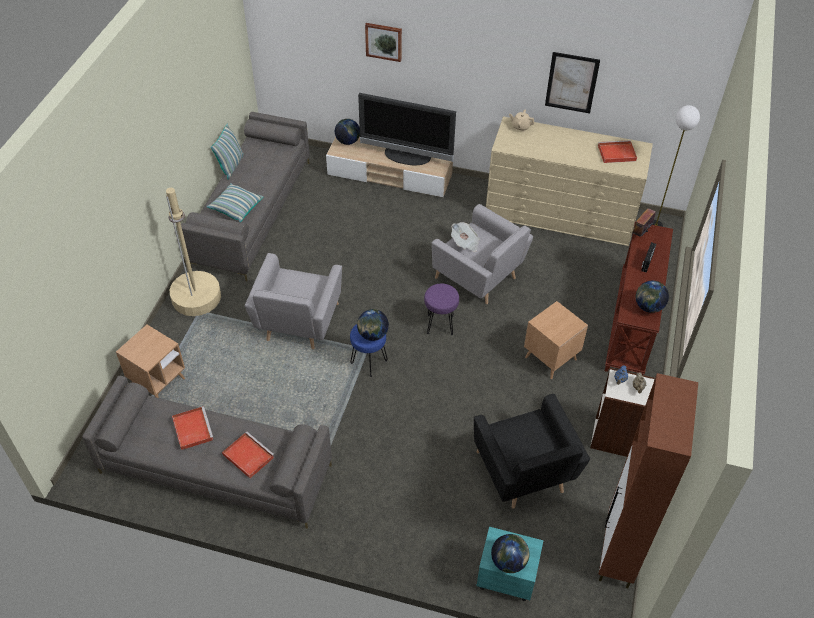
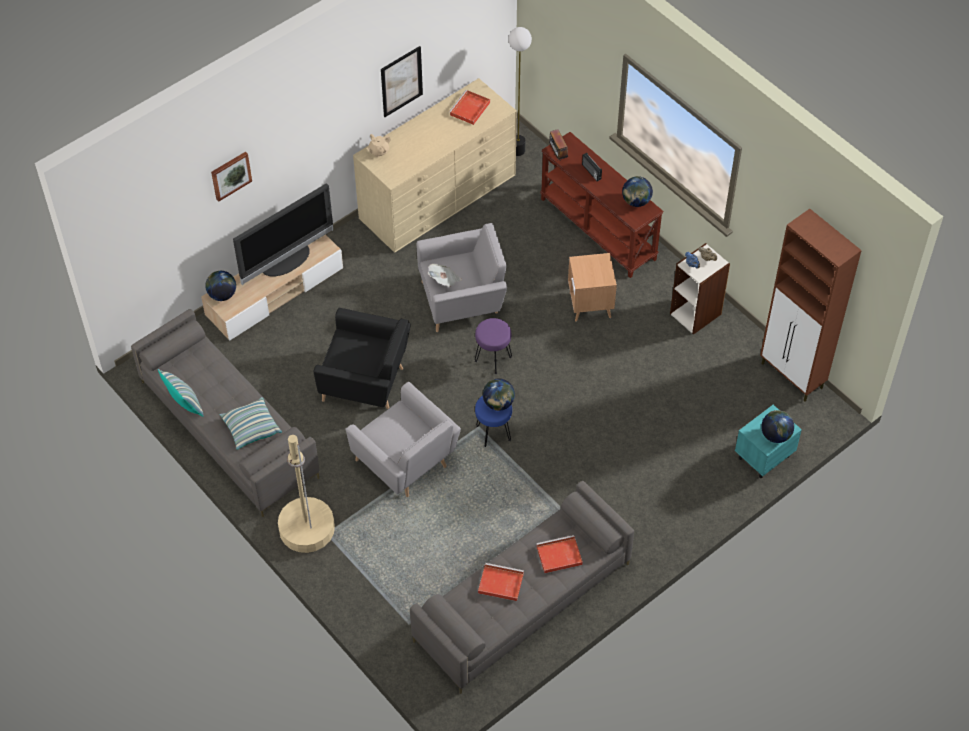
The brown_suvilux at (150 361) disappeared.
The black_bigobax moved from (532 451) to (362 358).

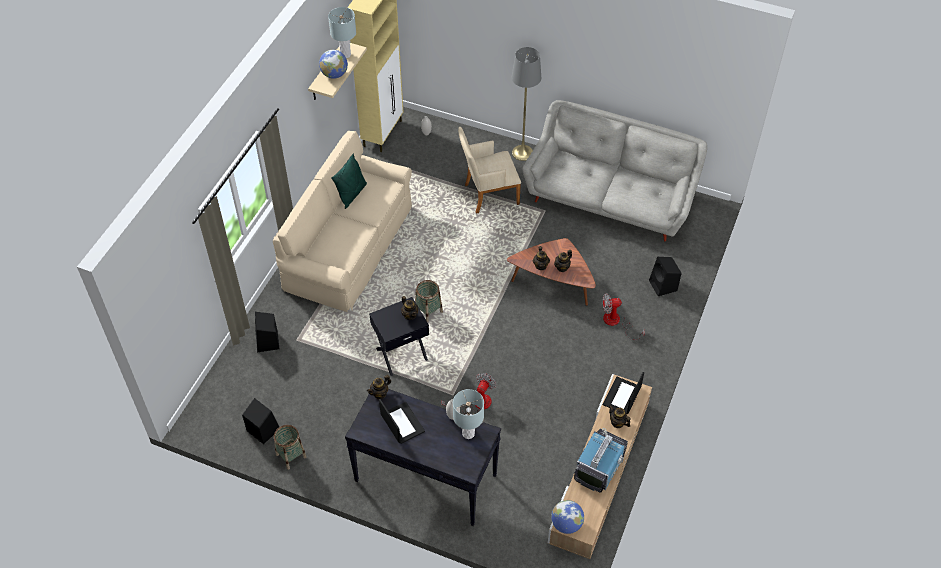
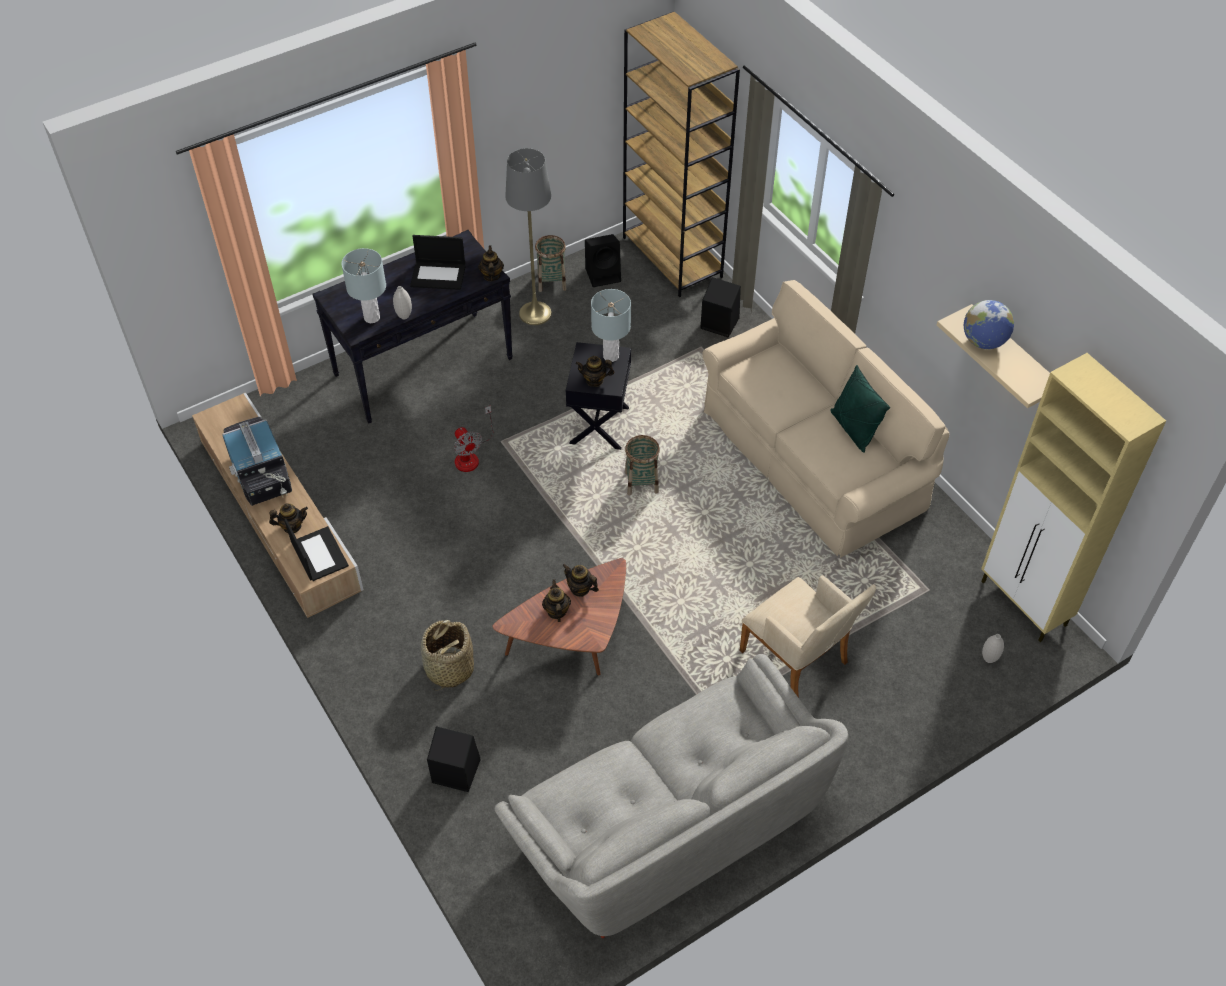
The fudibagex at (567 517) disappeared.
The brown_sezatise at (681 154) appeared.
The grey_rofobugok moved from (342 32) to (611 325).
The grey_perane moved from (526 104) to (528 236).
The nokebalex at (624 316) was replaced by the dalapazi at (447 655).
The beige_bigobax at (489 170) turned 120 degrees clockwise.

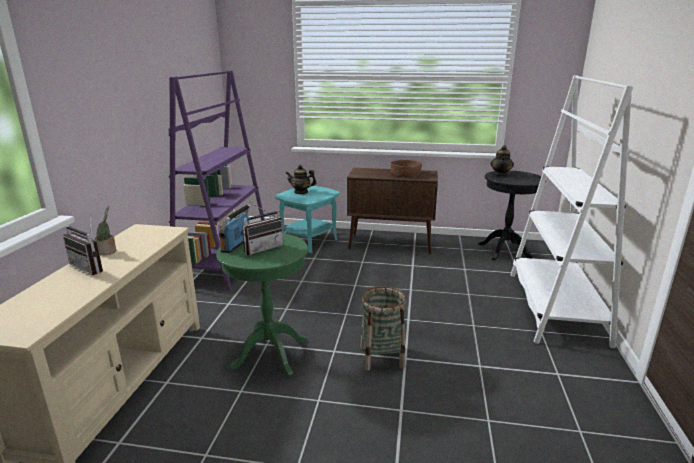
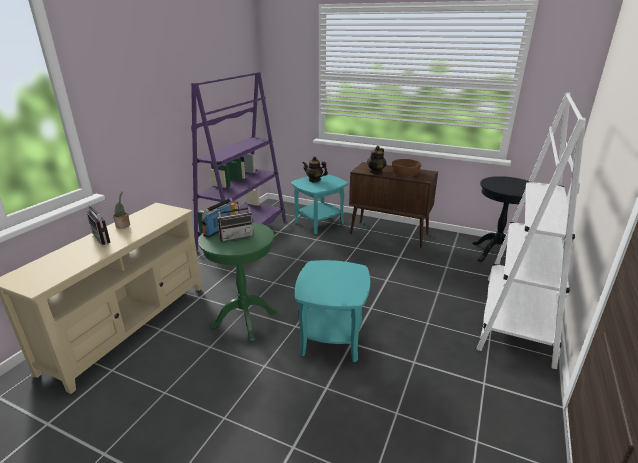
The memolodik moved from (502 161) to (376 160).
The dalapazi at (383 328) was replaced by the turquoise_suvilux at (332 311).

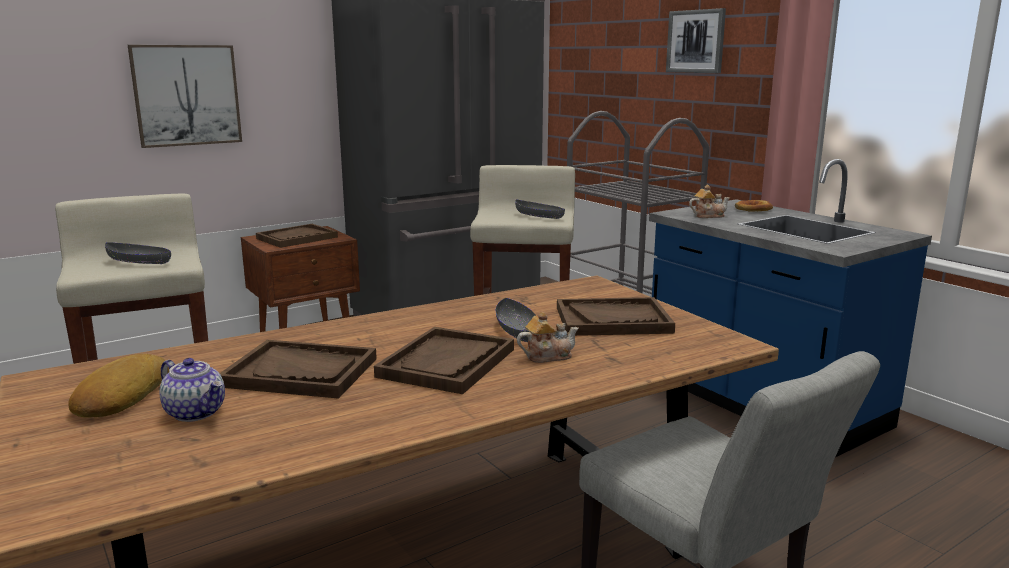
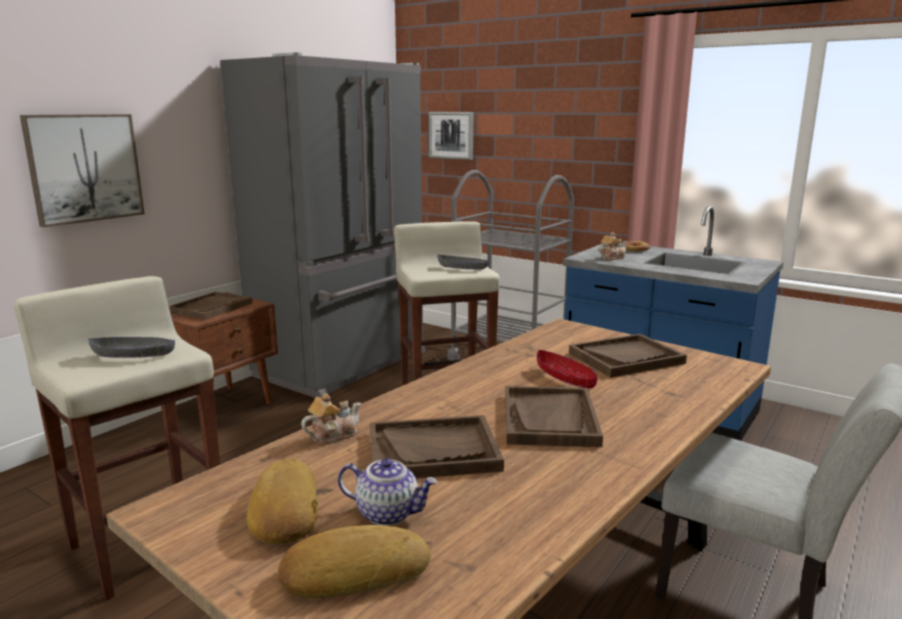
The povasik at (354 561) appeared.
The memolodik moved from (548 337) to (331 419).
The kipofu moved from (696 40) to (450 136).
The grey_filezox at (516 320) became the red_filezox at (567 369).

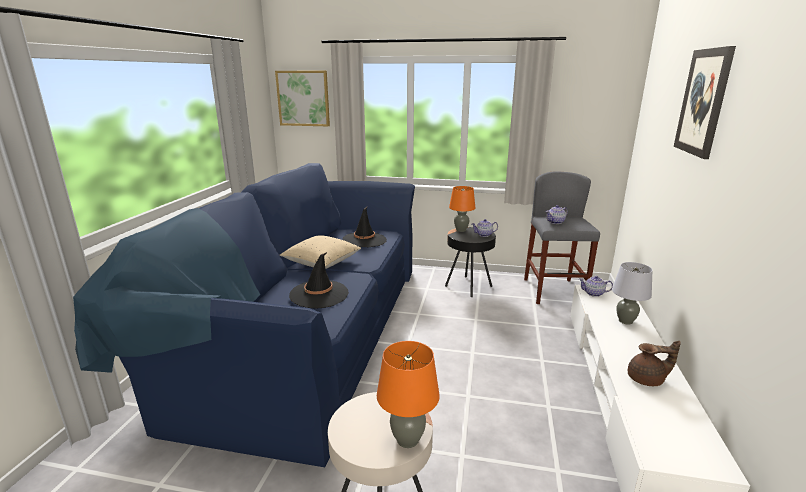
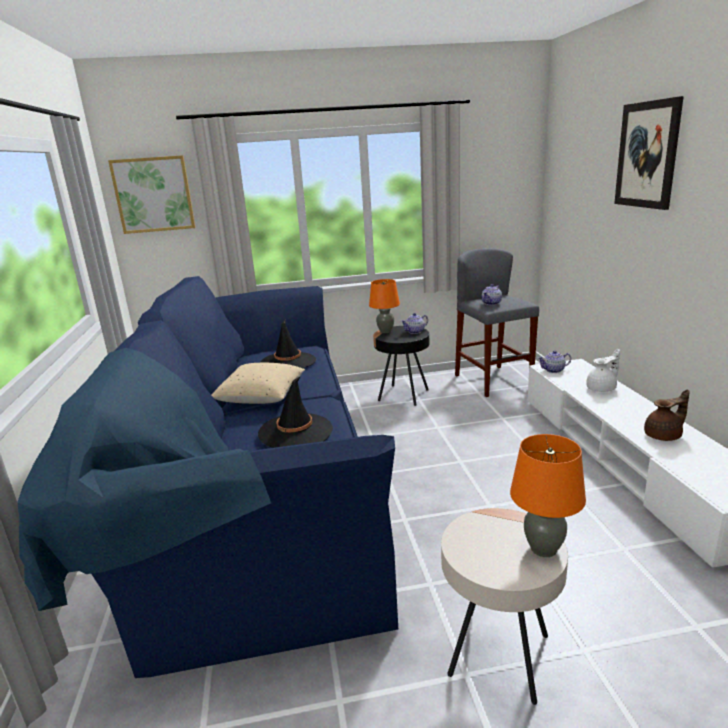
The grey_rofobugok at (632 293) was replaced by the white_memolodik at (603 370).

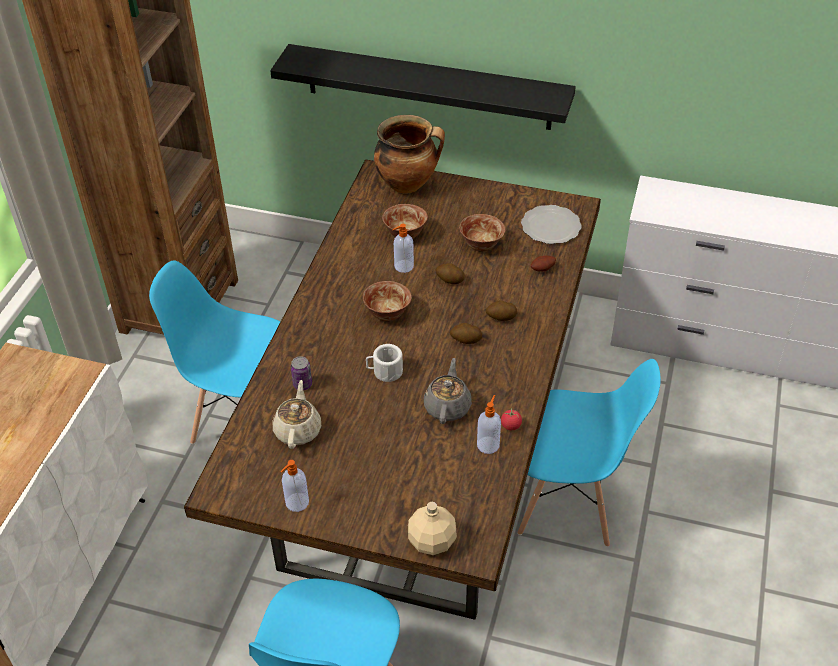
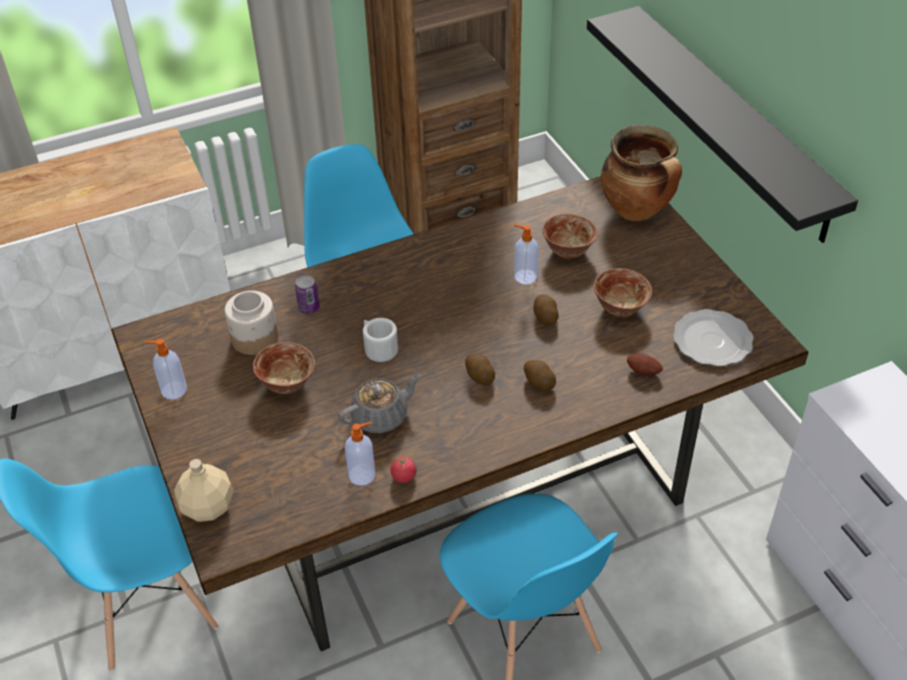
The filezox moved from (387 301) to (284 368).
The beige_memolodik at (297 414) was replaced by the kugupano at (251 323).

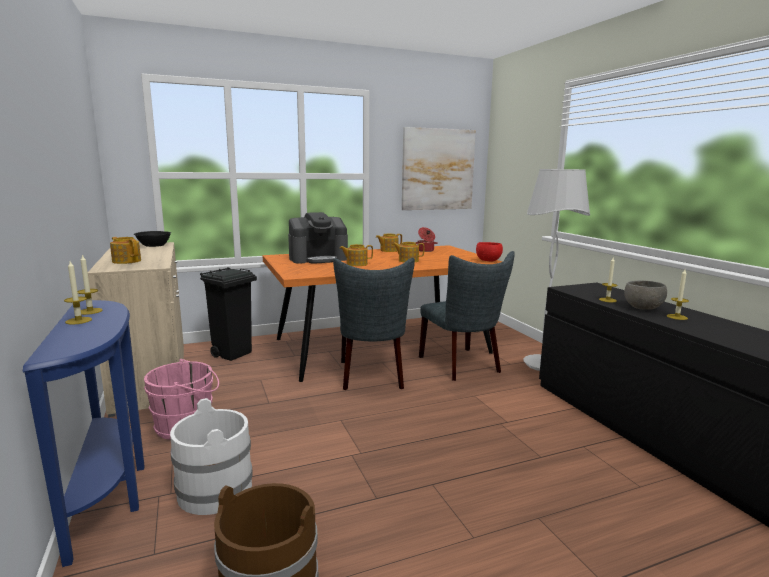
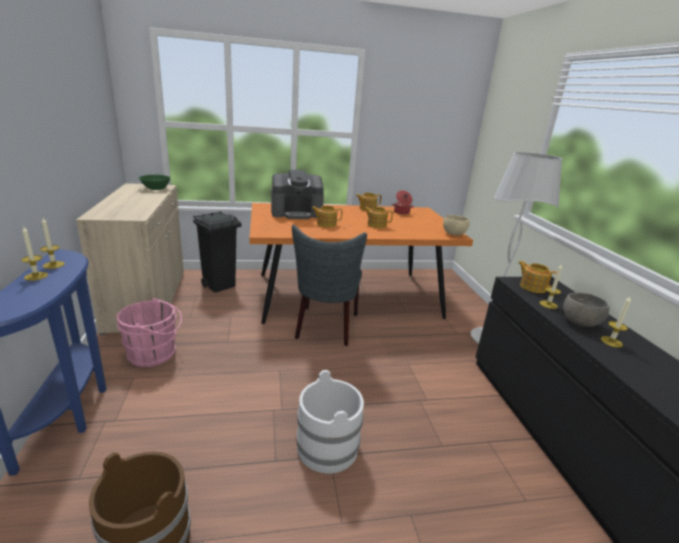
The kipofu at (439 168) disappeared.
The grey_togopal at (467 316) disappeared.
The memolodik moved from (125 250) to (537 277).
The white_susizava moved from (211 456) to (330 422).
The black_filezox at (152 239) became the green_filezox at (155 182).
The red_filezox at (489 251) became the beige_filezox at (456 225).

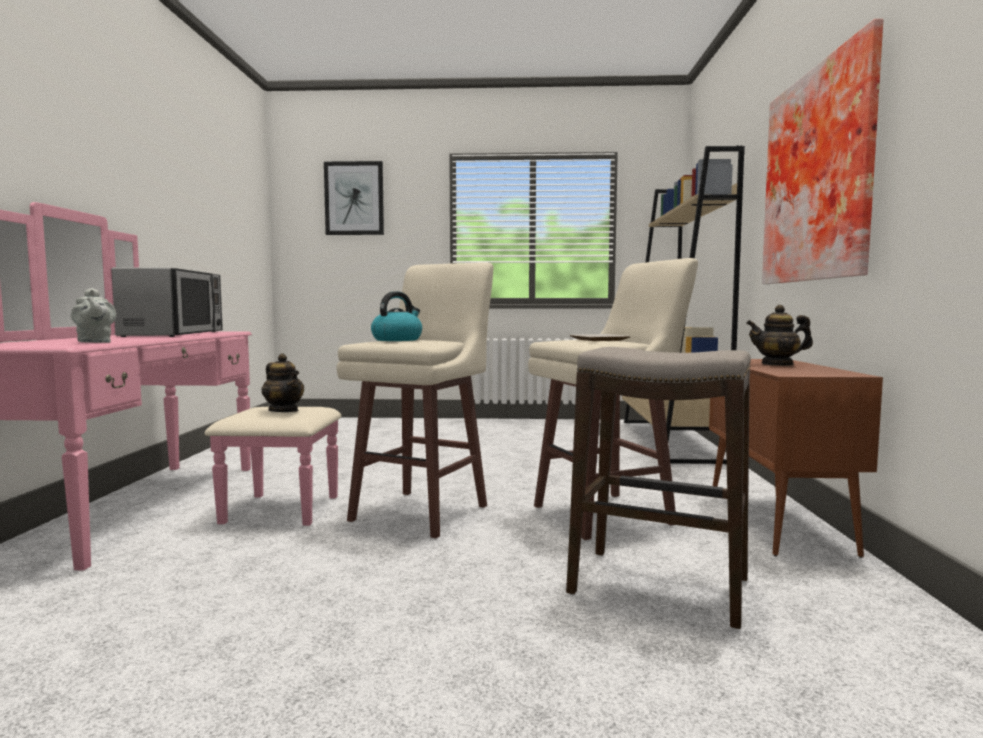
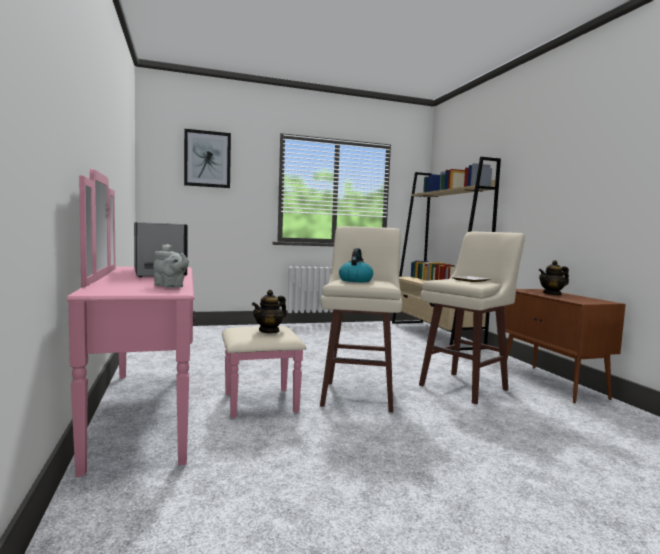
The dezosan at (658 488) disappeared.
The kipofu at (822 151) disappeared.
The memolodik at (283 383) turned 105 degrees clockwise.

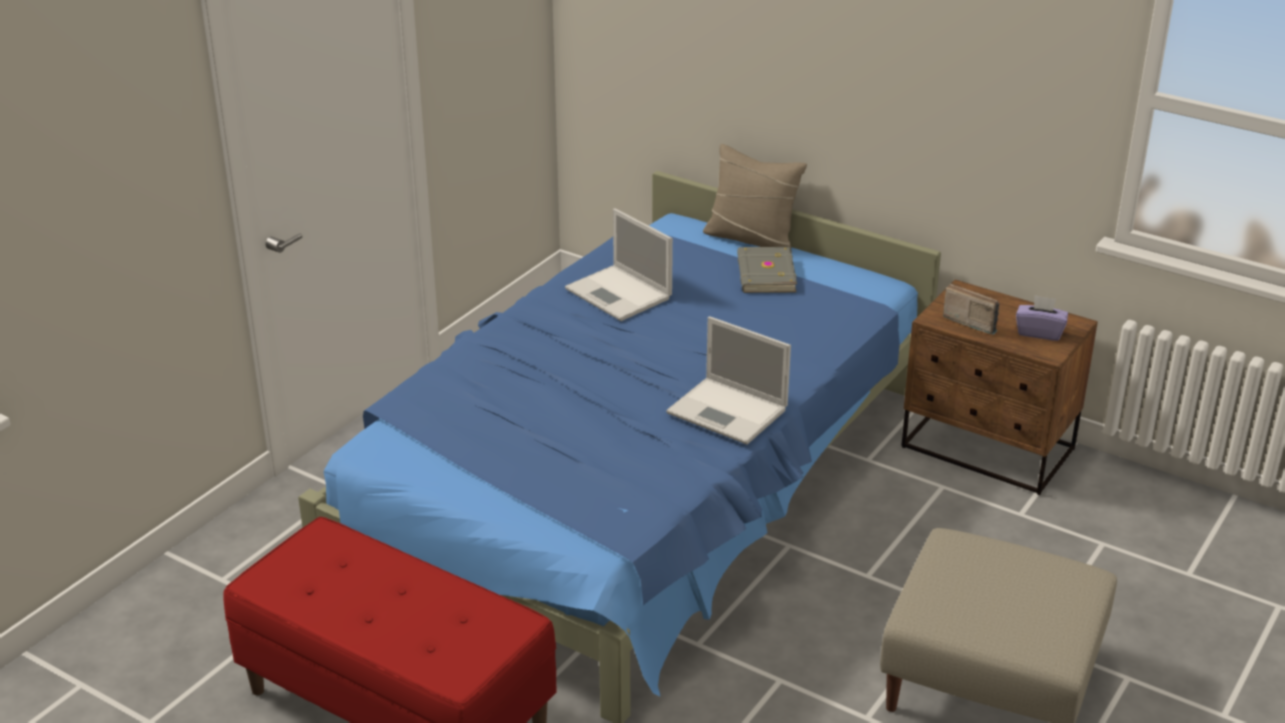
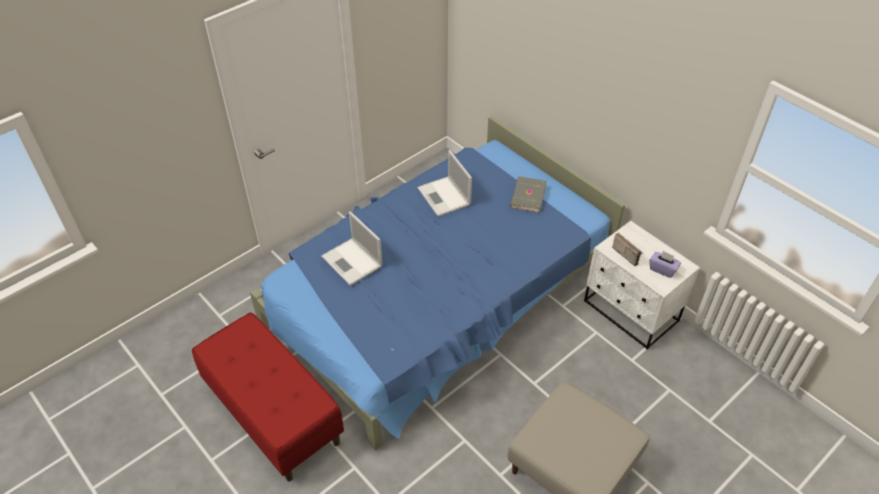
The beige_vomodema at (755 198) disappeared.
The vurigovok moved from (728 380) to (352 249).
The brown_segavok at (999 387) became the white_segavok at (642 285).

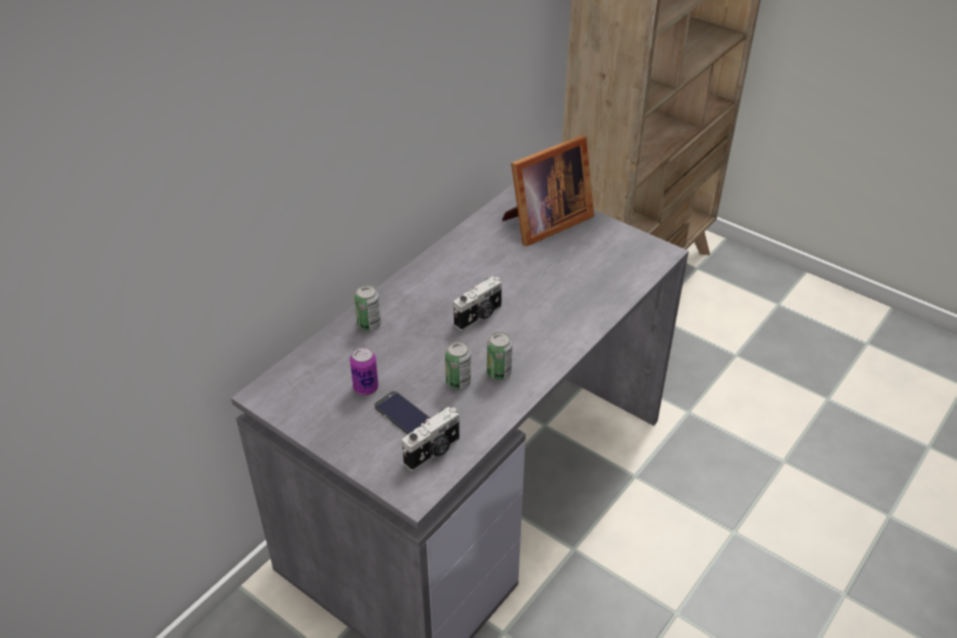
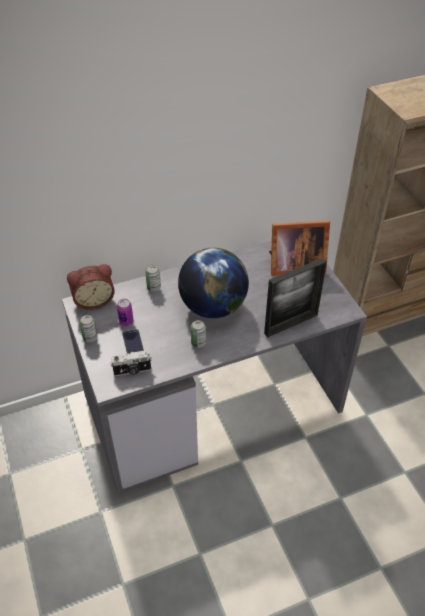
The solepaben at (91 287) appeared.
The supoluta at (295 298) appeared.
The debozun moved from (458 365) to (88 329).
The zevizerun at (478 303) was replaced by the fudibagex at (213 283).

